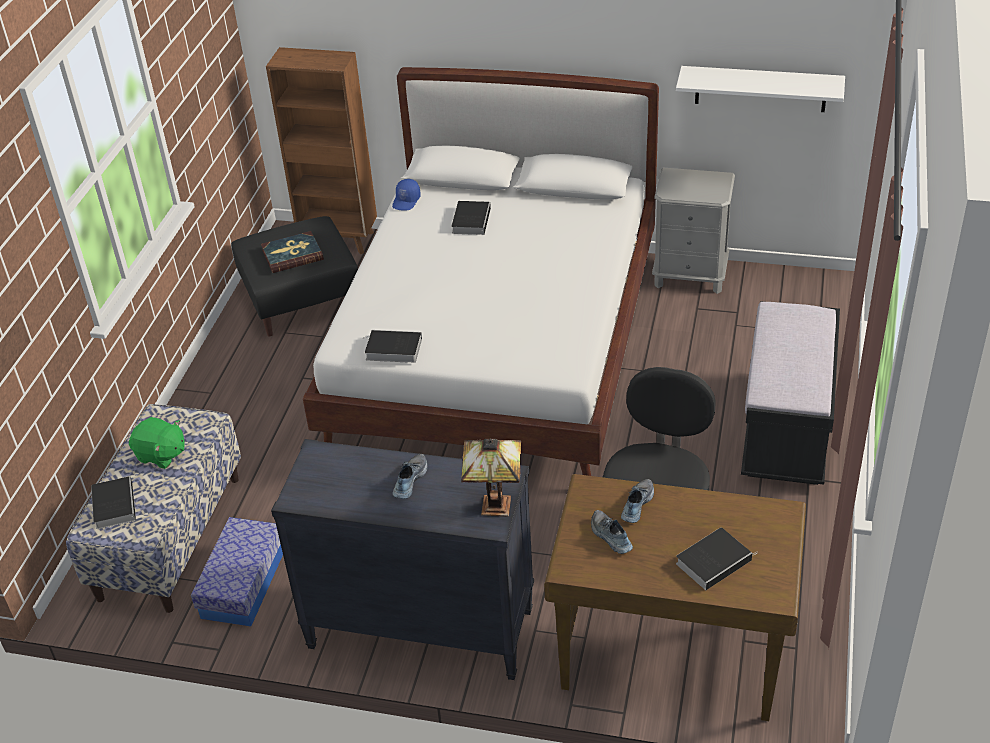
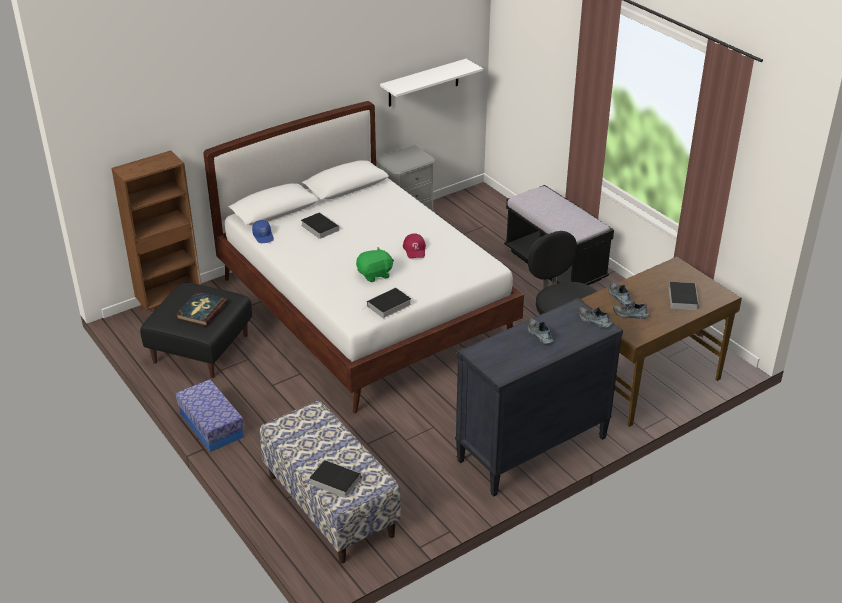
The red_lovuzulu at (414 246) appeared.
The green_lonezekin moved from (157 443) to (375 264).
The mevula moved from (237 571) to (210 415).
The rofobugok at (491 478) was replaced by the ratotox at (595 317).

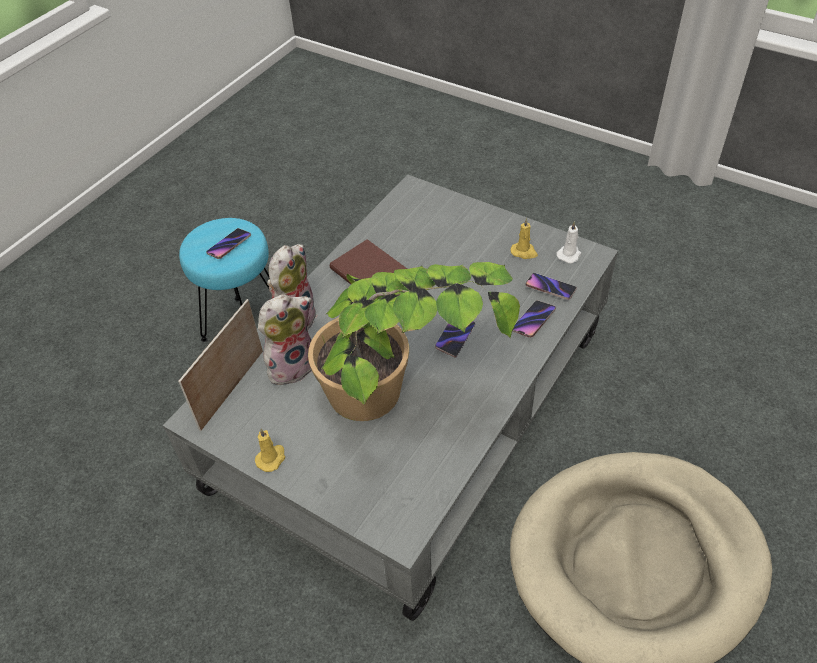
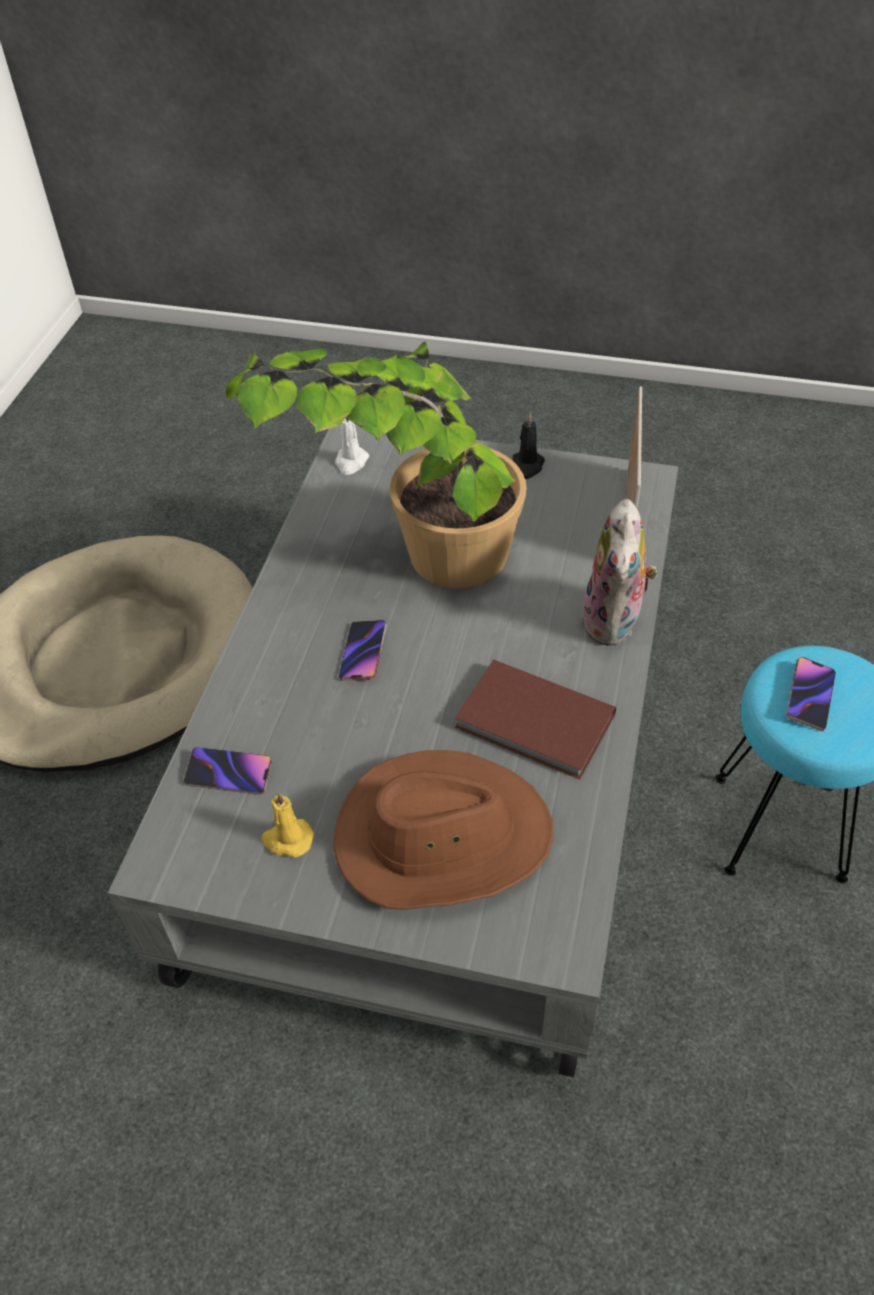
The lonezekin at (285 339) disappeared.
The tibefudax at (534 319) disappeared.
The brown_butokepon at (443 830) appeared.
The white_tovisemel moved from (568 242) to (352 446).
The yellow_tovisemel at (270 450) became the black_tovisemel at (529 446).

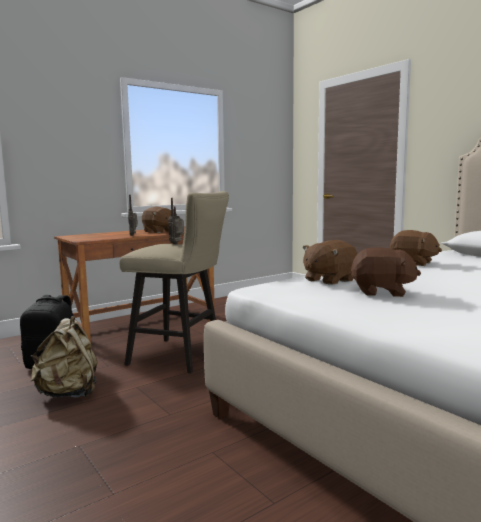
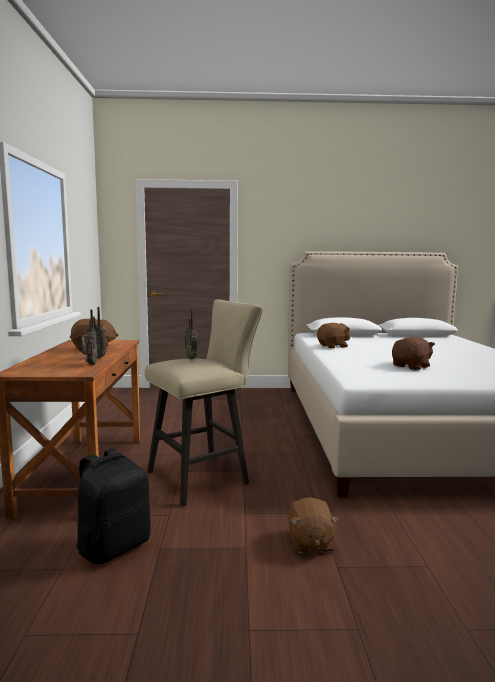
The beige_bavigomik at (64 357) disappeared.
The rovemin at (89 337) appeared.
The brown_lonezekin moved from (330 262) to (313 525).

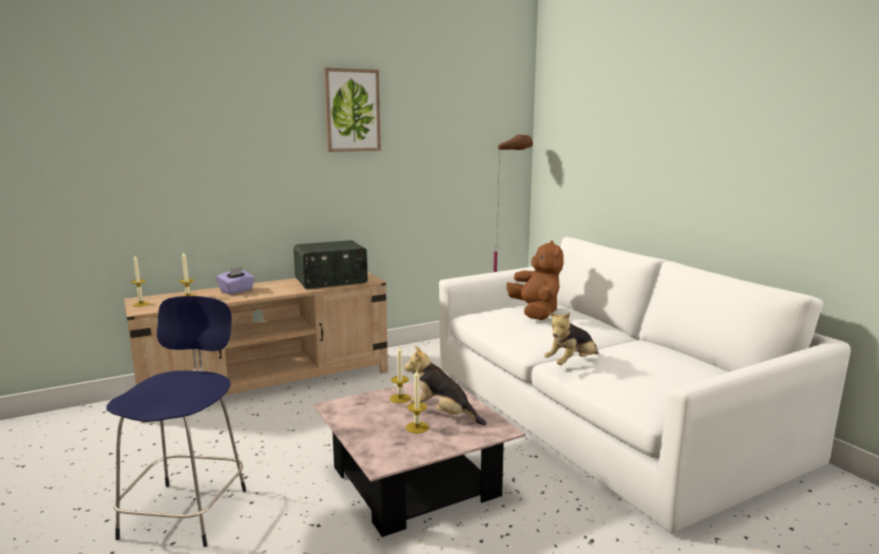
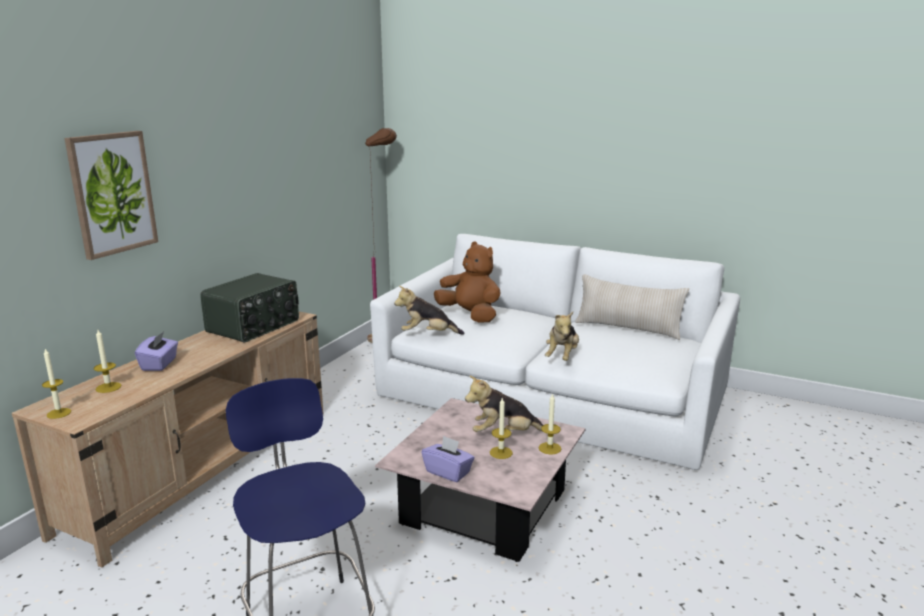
The lonezekin at (429 310) appeared.
The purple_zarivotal at (447 458) appeared.
The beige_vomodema at (632 307) appeared.
The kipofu moved from (352 110) to (111 195).
The tovisemel moved from (400 374) to (550 423).

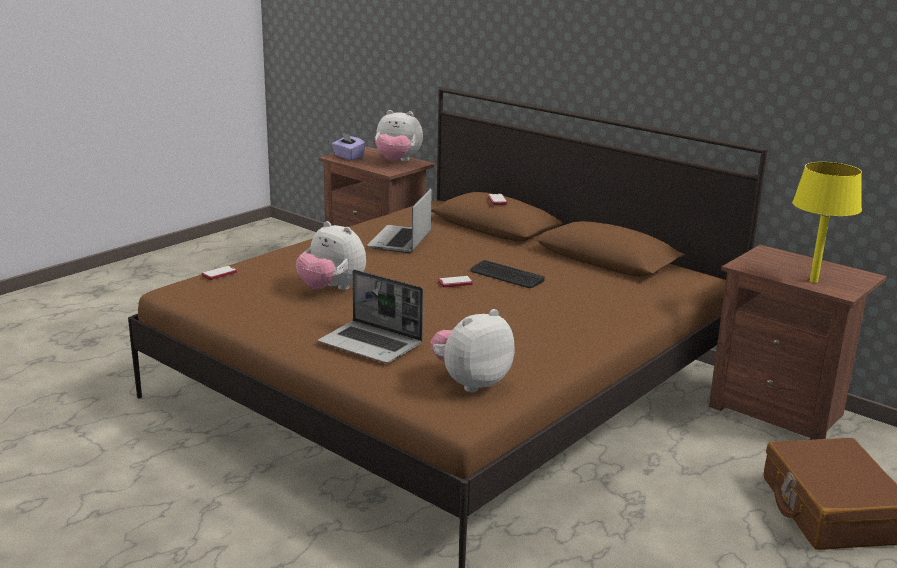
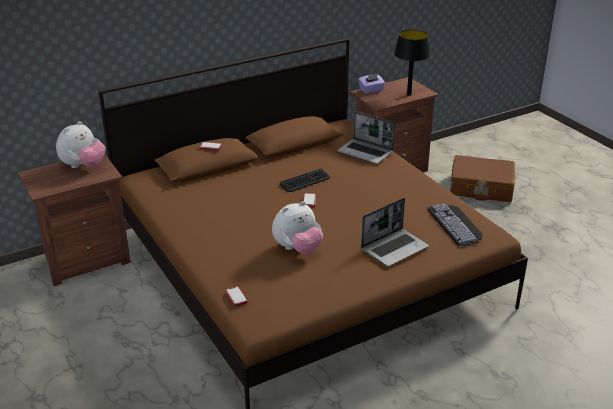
The purple_zarivotal moved from (349 146) to (371 84).
The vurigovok moved from (399 220) to (366 137).
The lonezekin at (472 350) was replaced by the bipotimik at (455 224).
The yellow_rofobugok at (827 222) became the black_rofobugok at (412 63).

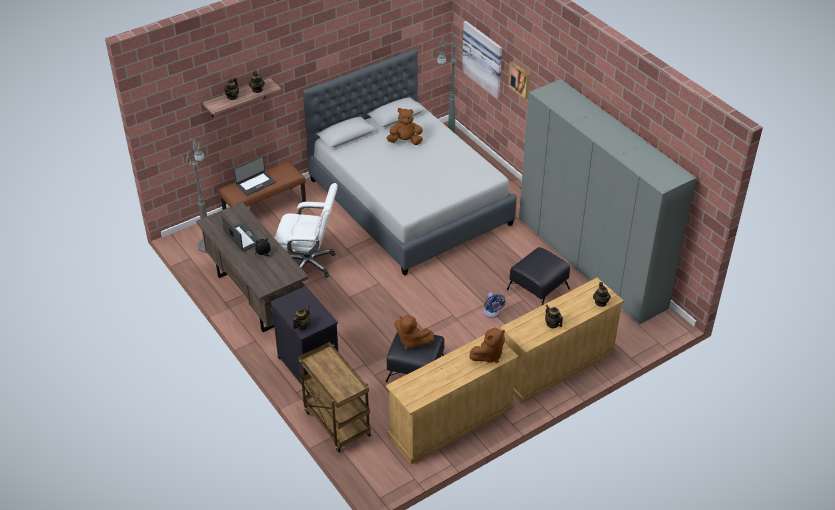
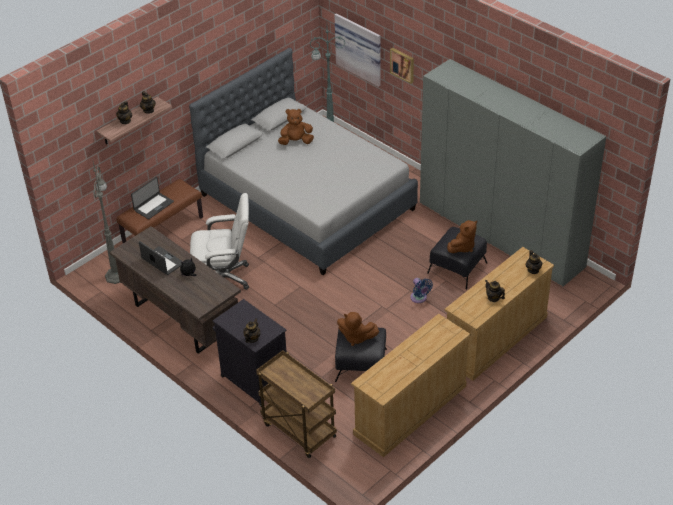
The brown_lonezekin moved from (487 345) to (462 236).

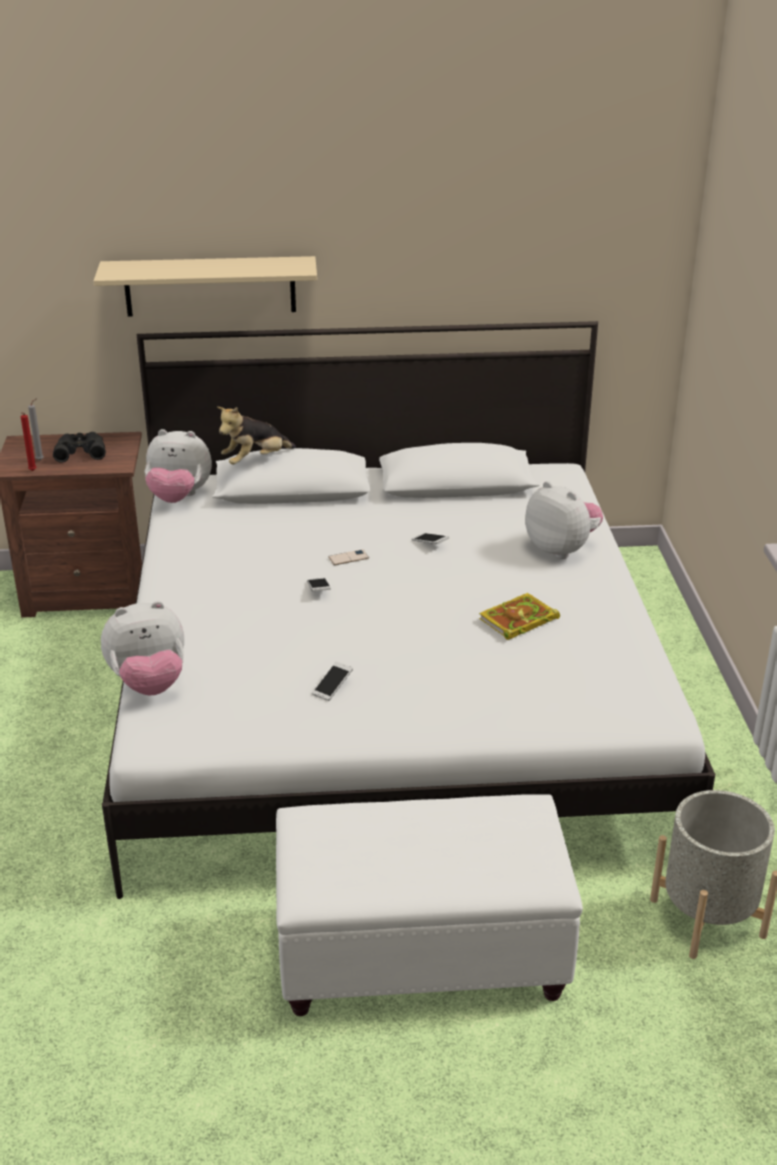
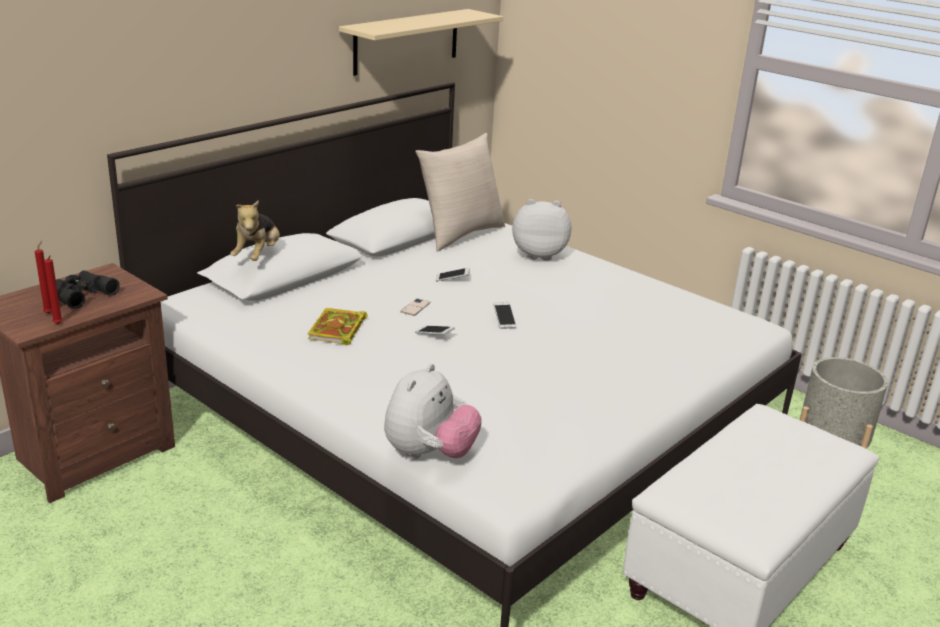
The lonezekin at (178 466) disappeared.
The beige_vomodema at (460 192) appeared.
The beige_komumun moved from (205 286) to (421 42).
The tibefudax moved from (332 681) to (504 315).
The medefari moved from (519 616) to (337 326).
The grey_tovisemel at (36 429) became the red_tovisemel at (43 277).

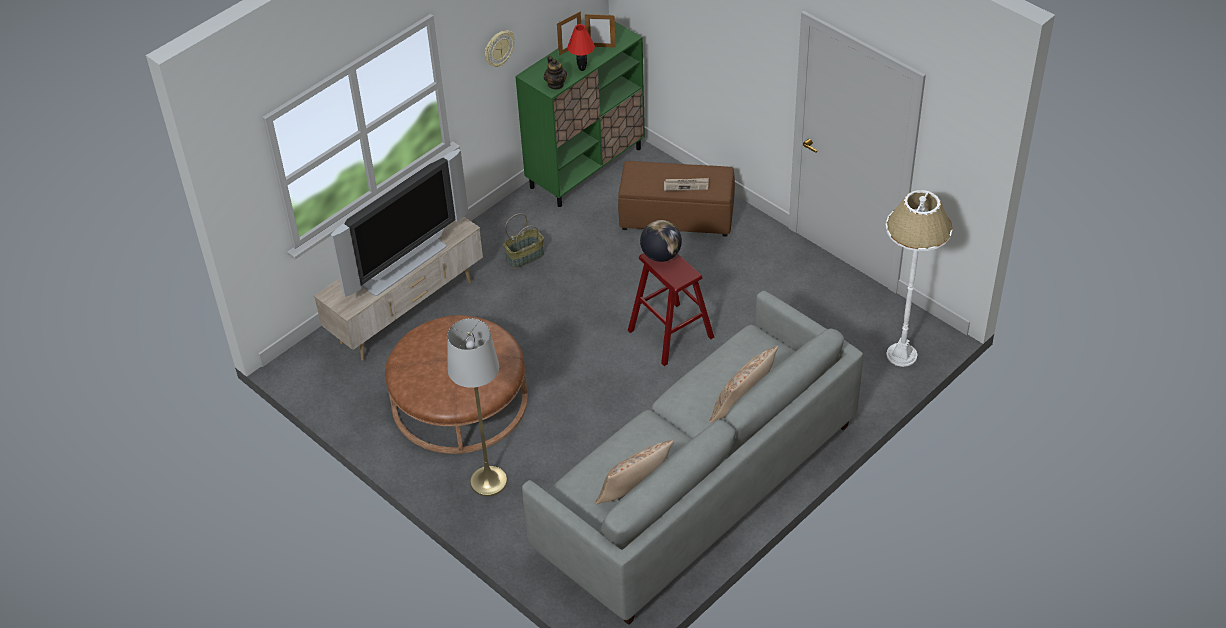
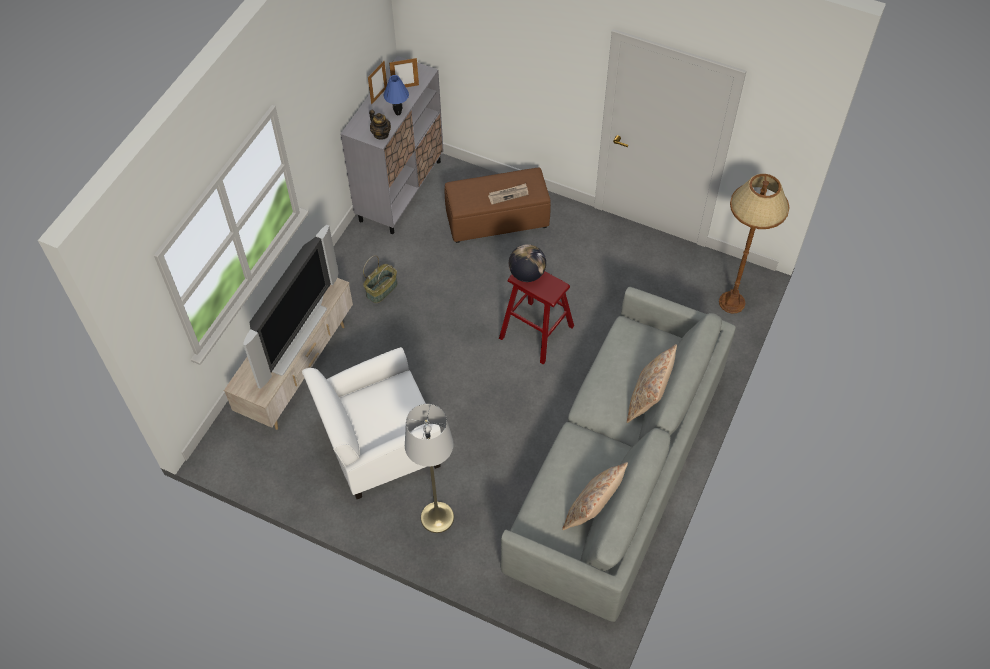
The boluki at (499 48) disappeared.
The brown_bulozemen at (456 384) was replaced by the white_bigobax at (371 423).
The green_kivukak at (580 114) became the grey_kivukak at (392 145).
The red_rofobugok at (581 47) became the blue_rofobugok at (396 95).
The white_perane at (919 278) became the brown_perane at (754 244).

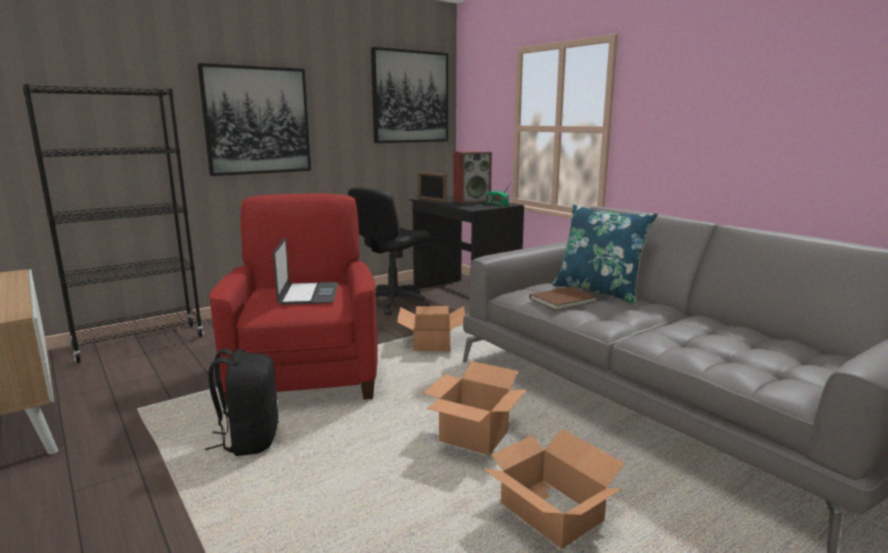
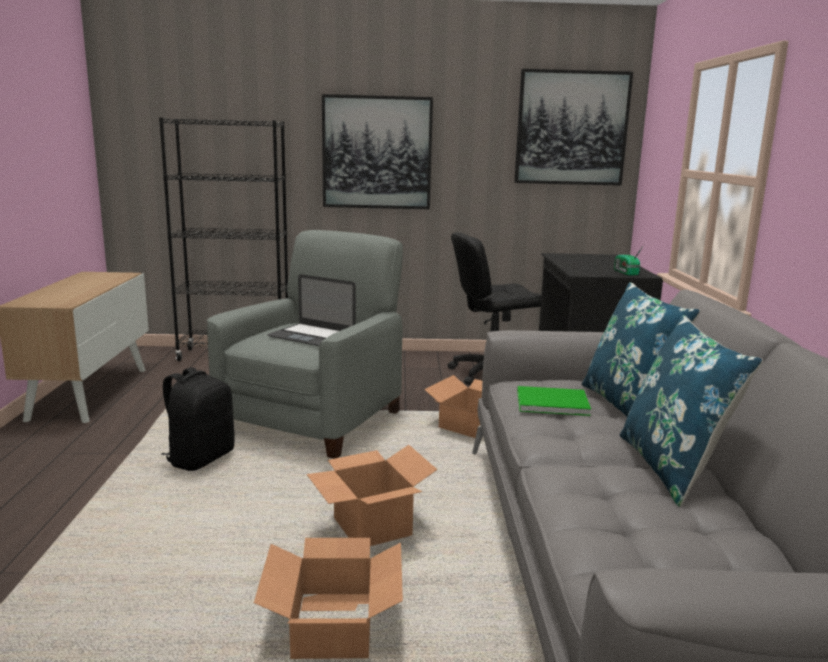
The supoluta at (432 187) disappeared.
The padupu at (472 177) disappeared.
The blue_vomodema at (691 411) appeared.
The red_bigobax at (293 300) became the grey_bigobax at (305 344).
The brown_medefari at (562 298) became the green_medefari at (554 401).
The vurigovok at (305 271) turned 90 degrees clockwise.

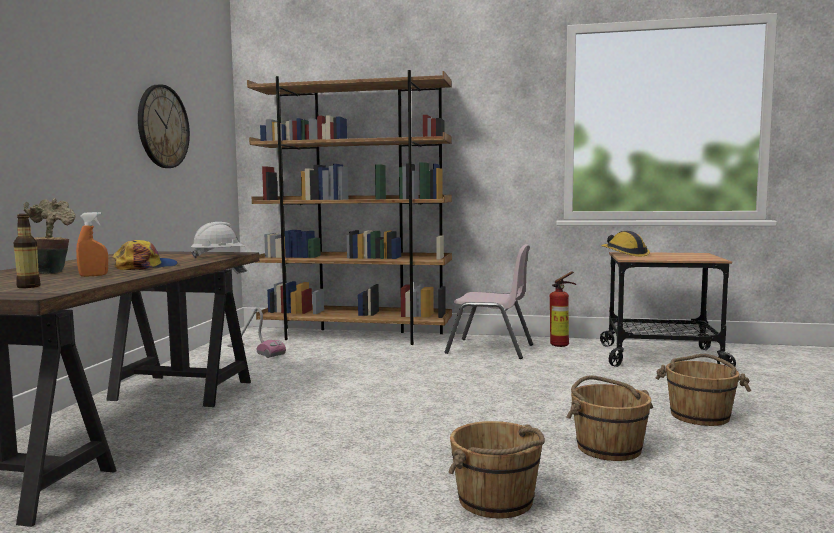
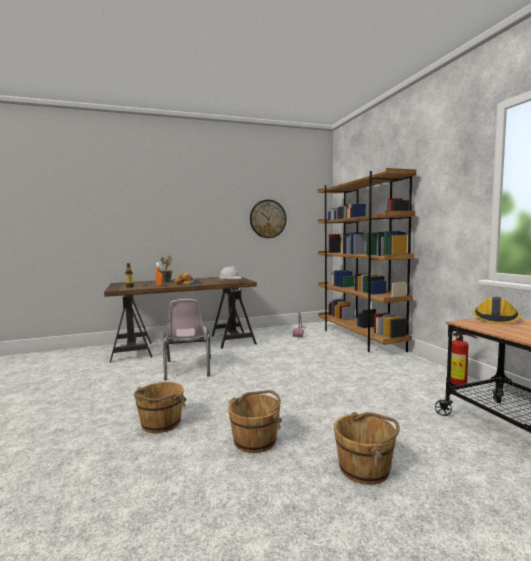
The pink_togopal moved from (489 301) to (187 339).

